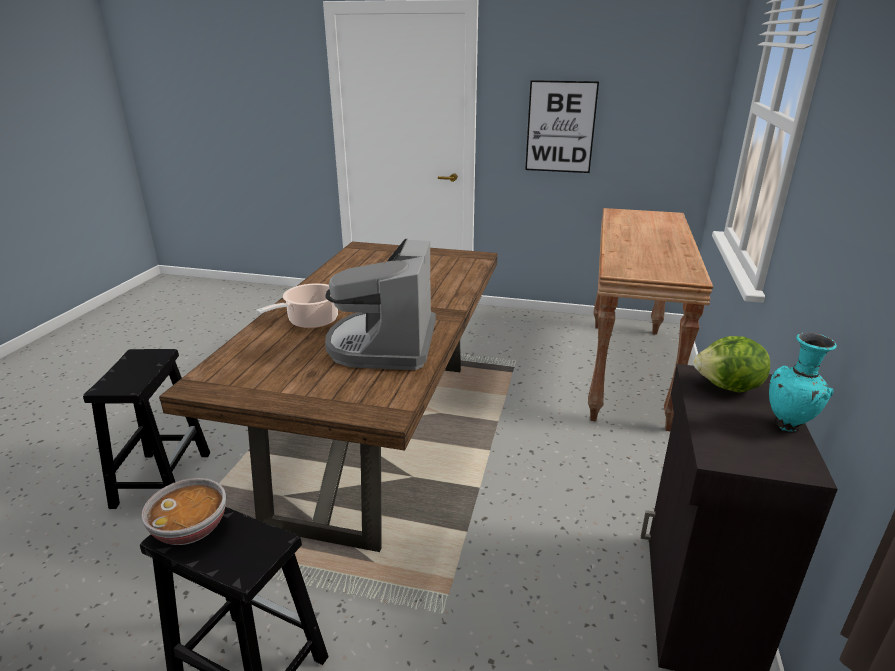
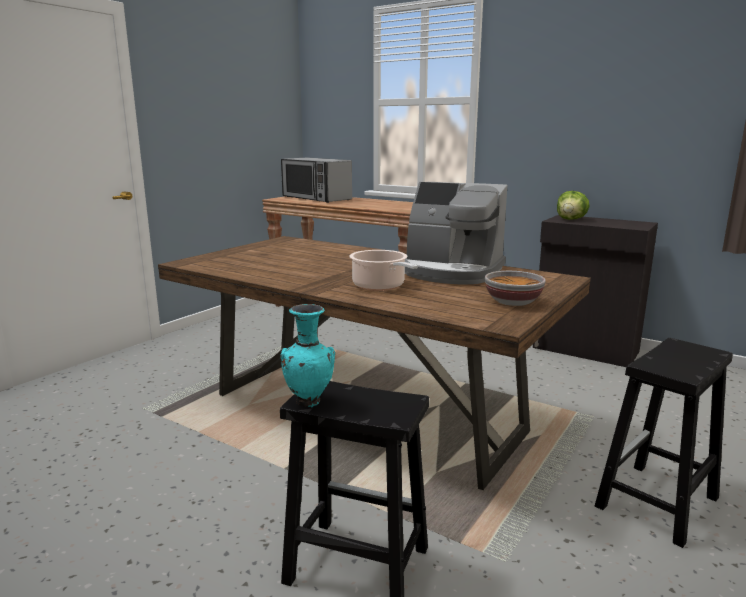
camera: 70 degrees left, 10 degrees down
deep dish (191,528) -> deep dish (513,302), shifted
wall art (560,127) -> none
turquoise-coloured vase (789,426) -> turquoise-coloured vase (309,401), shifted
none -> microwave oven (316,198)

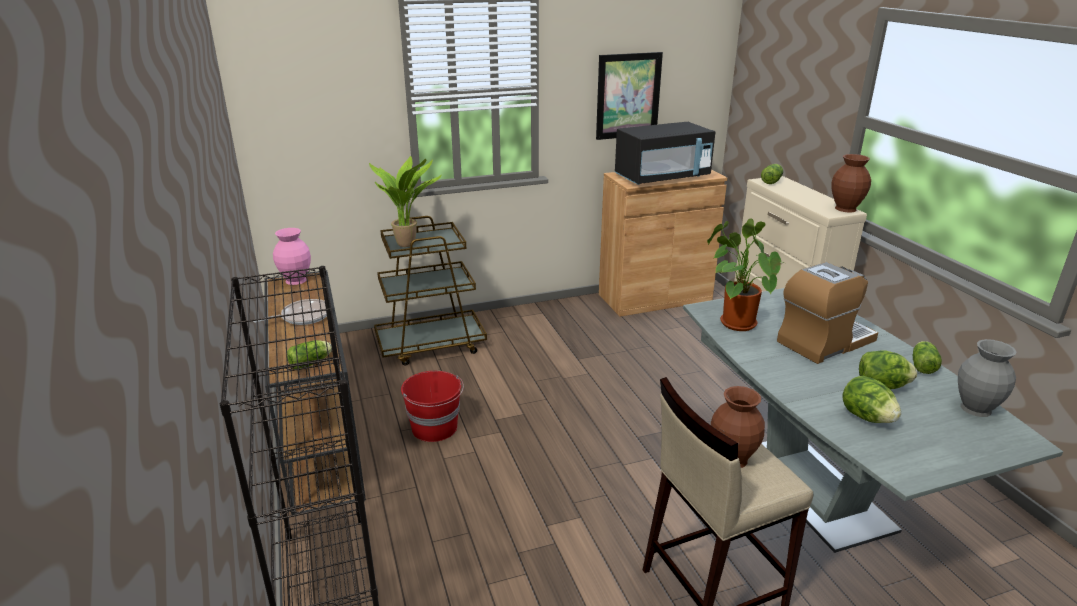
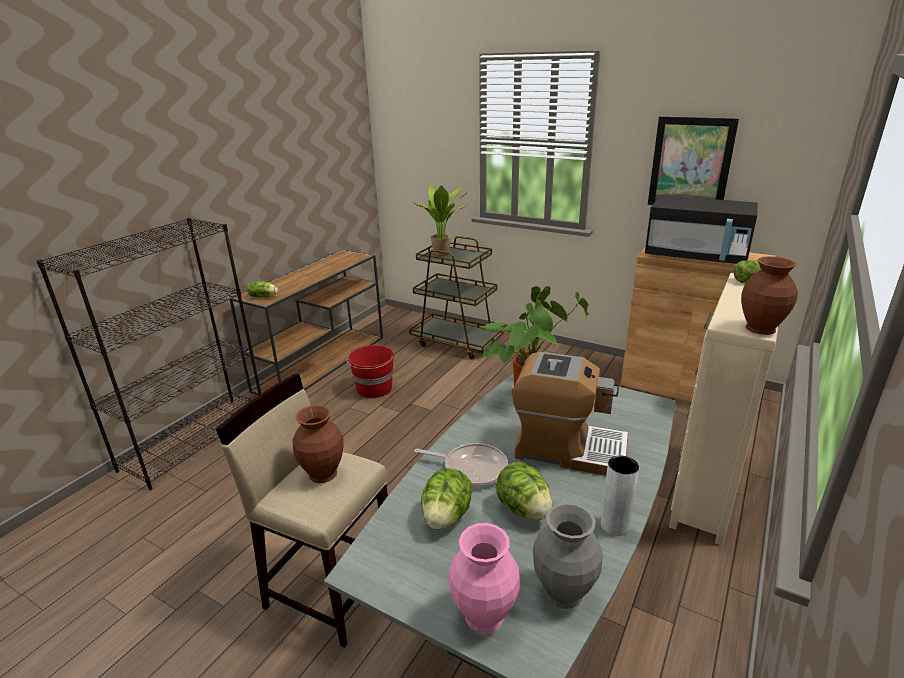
camera: 50 degrees right, 0 degrees up
pan (303,316) -> pan (471,468), shifted
pinkish vase (296,280) -> pinkish vase (485,615), shifted
lettuce head (922,365) -> greyish vase (615,525)

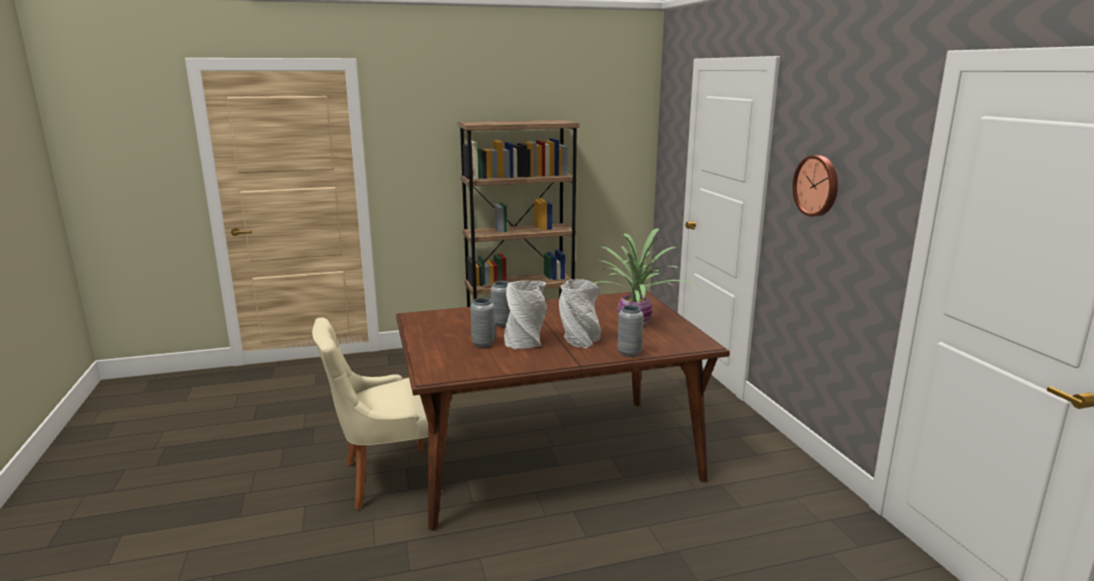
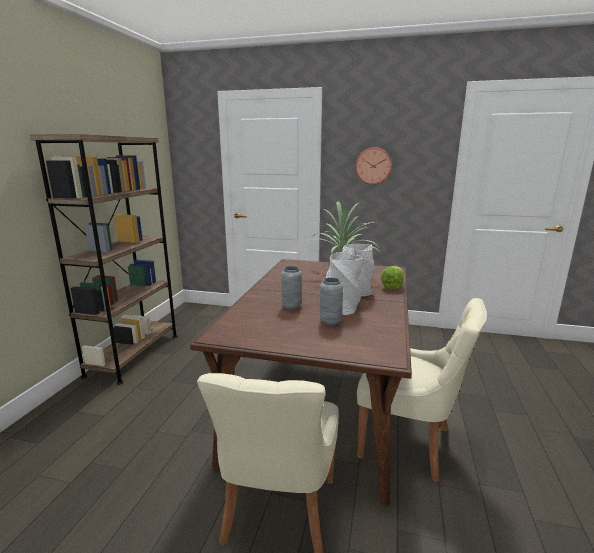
camera: 60 degrees left, 0 degrees up
greyish vase (629,353) -> lettuce head (392,286)
none -> beige chair (409,443)

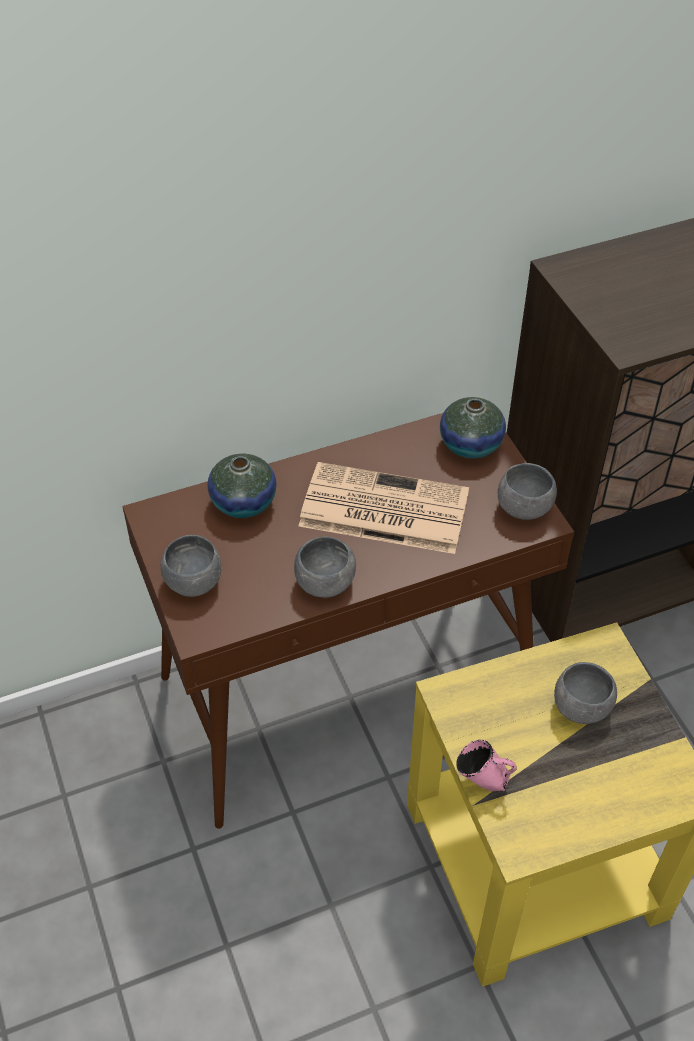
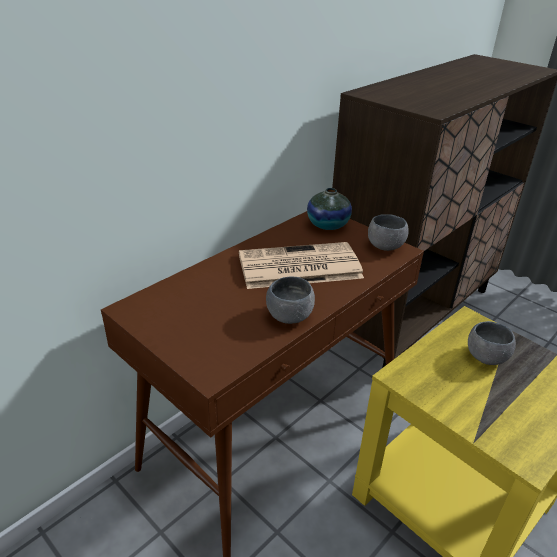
camera: 25 degrees left, 15 degrees down
greyish deep dish (193,581) -> none
vase (243,502) -> none
pinkish coffee mug (483,782) -> none

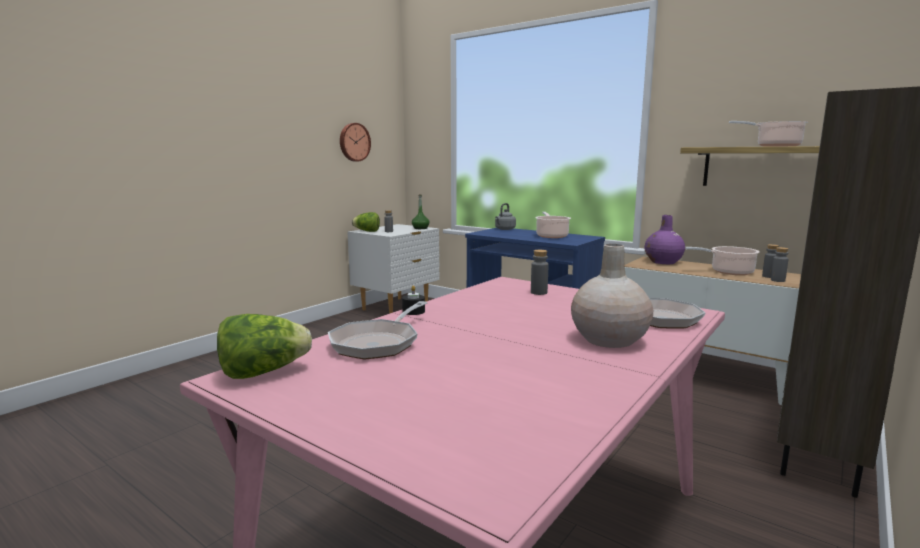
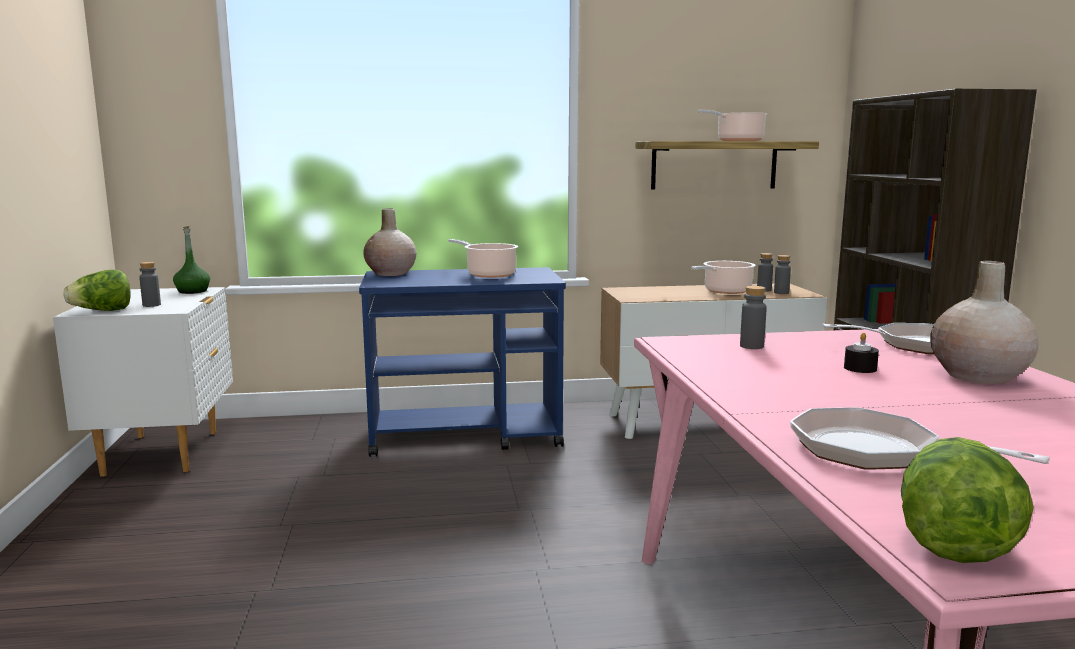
camera: 45 degrees left, 0 degrees up
pan (378,343) -> pan (875,452), 150 degrees clockwise
wall clock (354,142) -> none
black-coloured wax light (413,311) -> black-coloured wax light (860,368), shifted
greyish tea kettle (504,229) -> beige vase (391,273)
purple vase (663,262) -> none

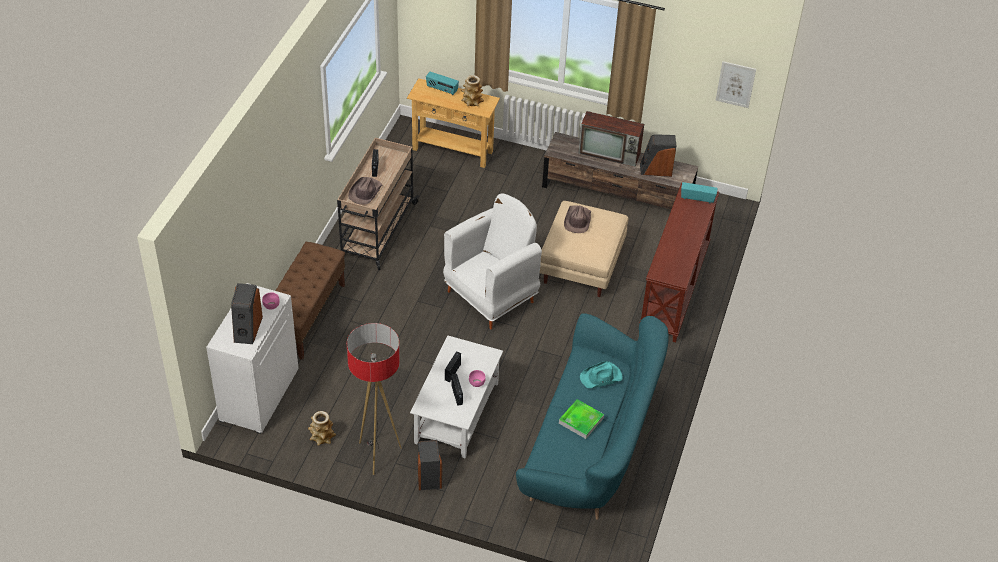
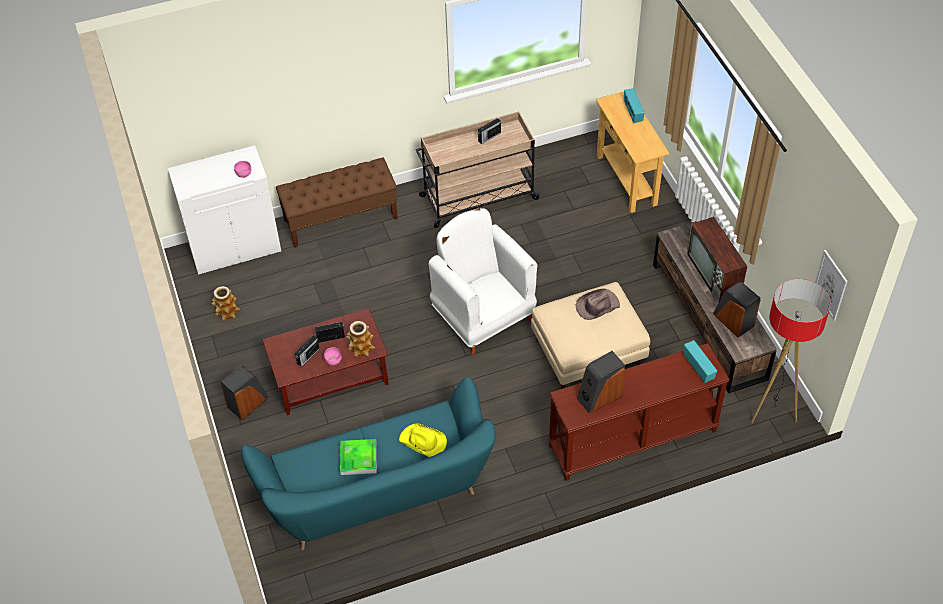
camera: 55 degrees right, 5 degrees up
audio speaker (247,329) -> audio speaker (599,396), shifted
standing lamp (378,454) -> standing lamp (772,411), shifted
brown-coloured wearable hat (365,192) -> none
white coffee table (457,413) -> brown-coloured coffee table (329,379)
white lounge chair (491,296) -> white lounge chair (483,316), 135 degrees counterclockwise
vase (472,101) -> vase (361,348), shifted
turquoise-coloured wearable hat (601,377) -> yellowish wearable hat (423,442)

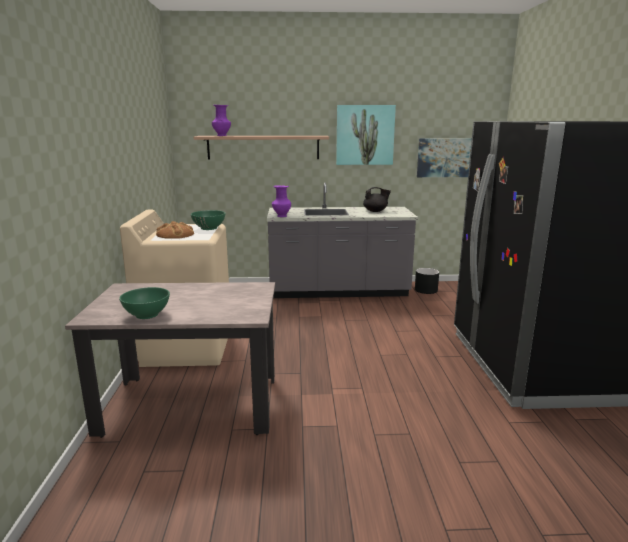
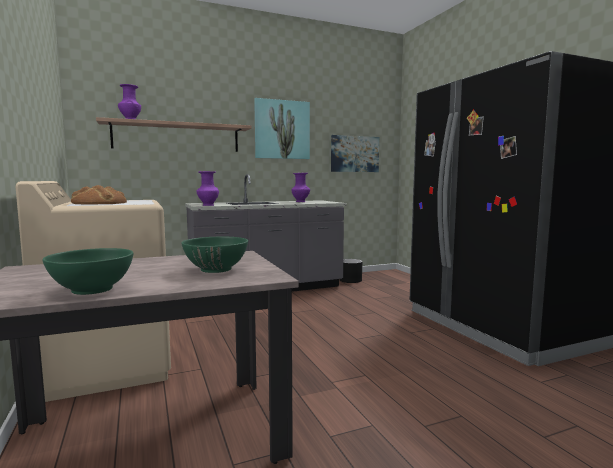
camera: 20 degrees left, 10 degrees down
green-coloured deep dish (209,228) -> green-coloured deep dish (216,269), shifted
black-coloured pot for tea (375,211) -> purple vase (301,202)

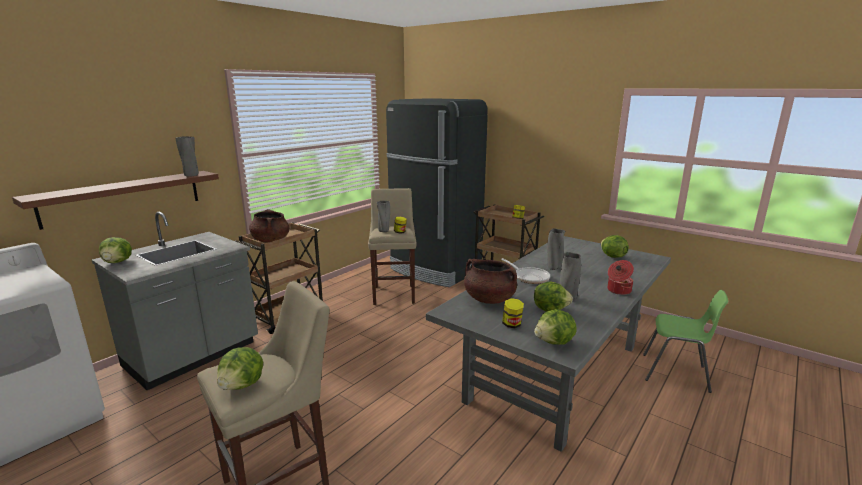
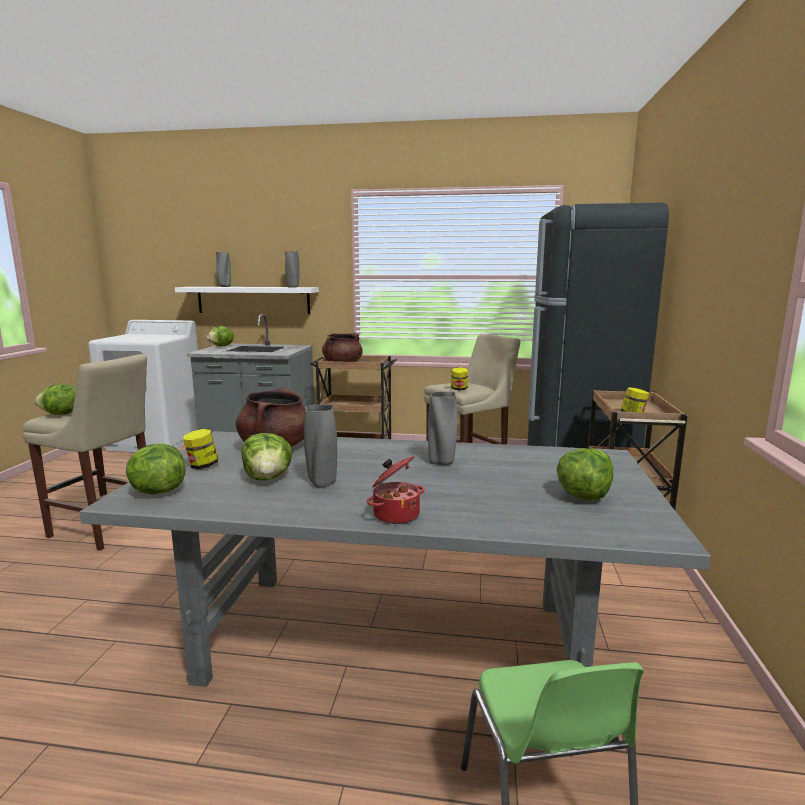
camera: 60 degrees right, 5 degrees down
brown-coloured wall shelf (124,197) -> white wall shelf (253,300)
greyish vase (384,231) -> greyish vase (224,286), shifted
pan (529,277) -> none

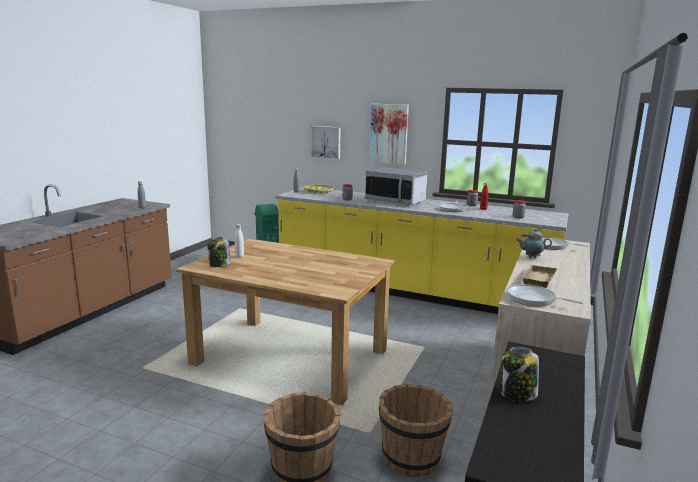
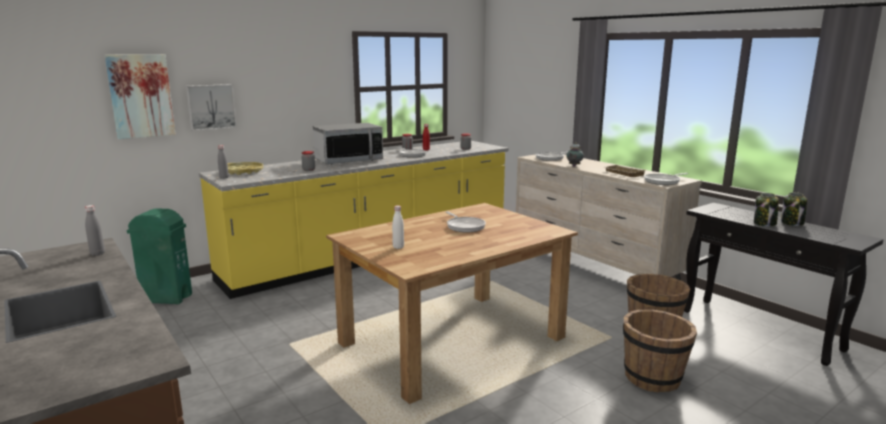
camera: 60 degrees left, 0 degrees up
jar (219,265) -> jar (792,223), shifted
wall art (389,133) -> wall art (141,96), shifted
none -> pan (464,226)

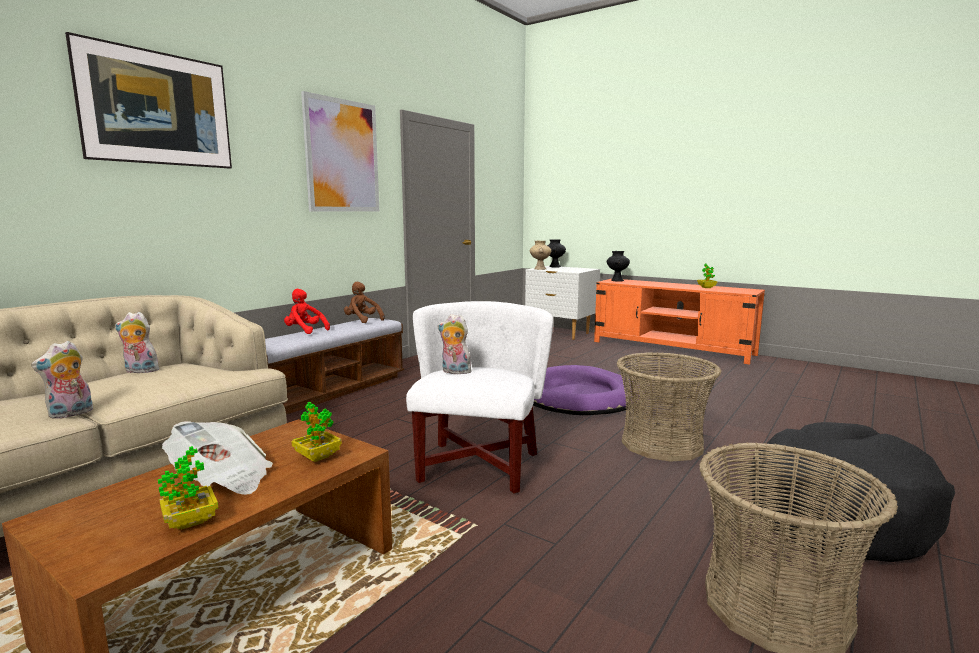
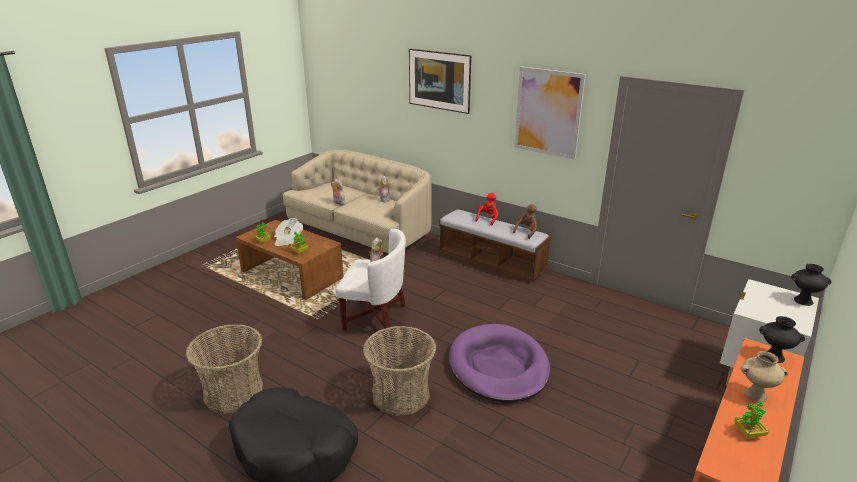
camera: 90 degrees right, 15 degrees up
beige vase (539,269) -> beige vase (755,394), shifted

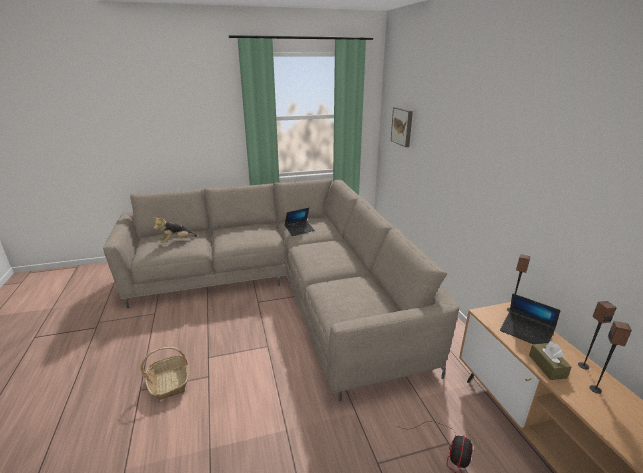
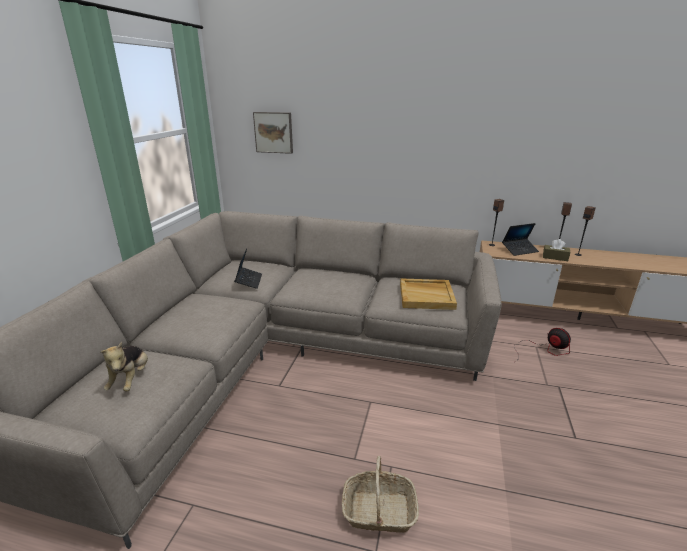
camera: 60 degrees left, 0 degrees up
none -> beige carrying tray (426,296)

